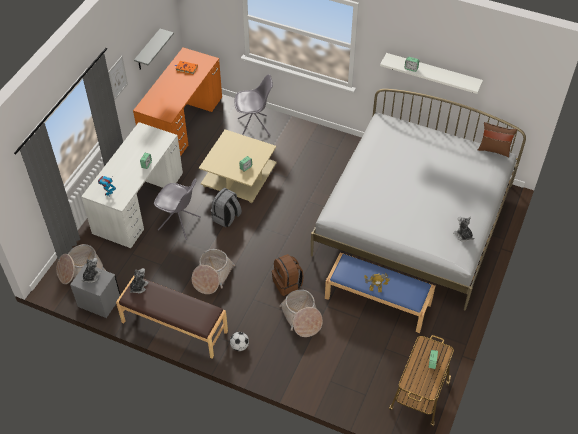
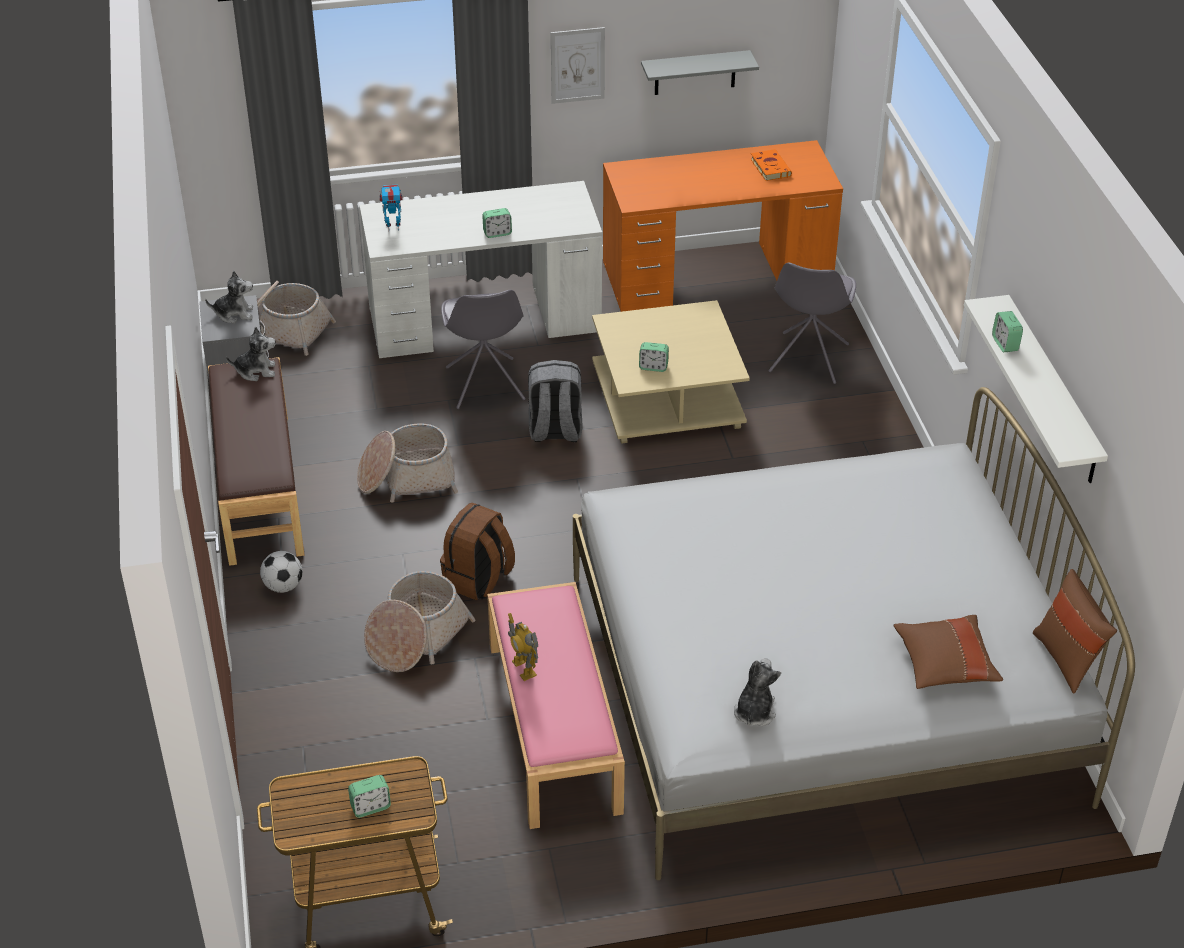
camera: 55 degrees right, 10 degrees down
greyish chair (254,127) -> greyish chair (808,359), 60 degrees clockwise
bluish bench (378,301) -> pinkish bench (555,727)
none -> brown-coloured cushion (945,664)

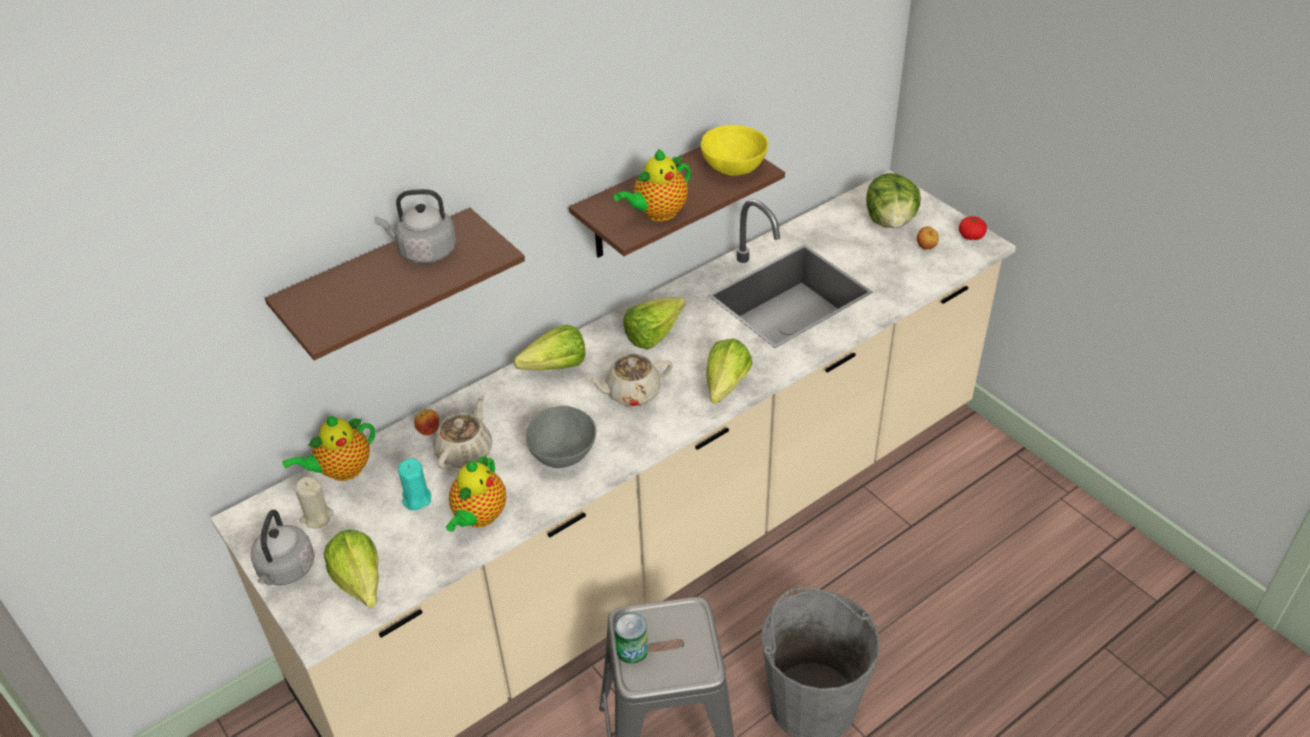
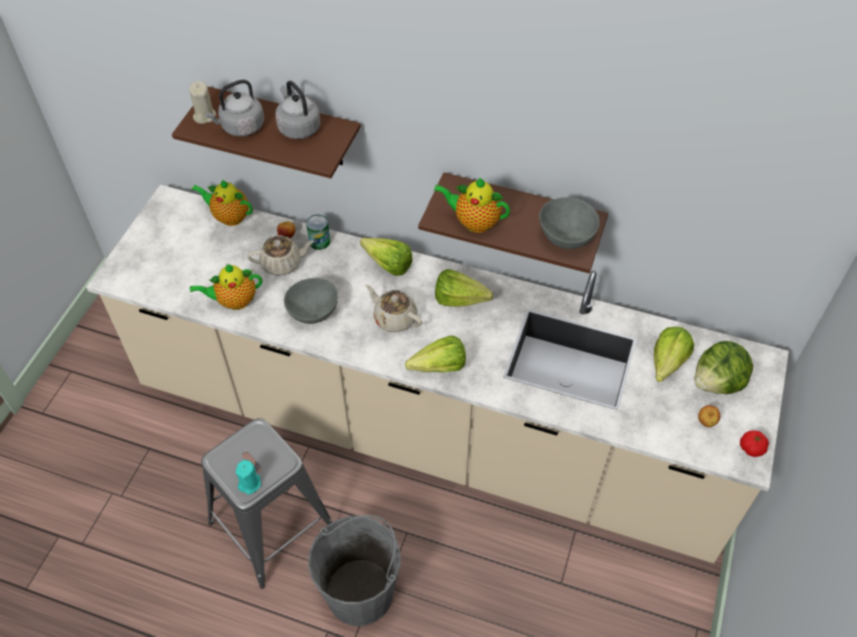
camera: 55 degrees right, 10 degrees up
greyish tea kettle (286,570) -> greyish tea kettle (240,127), shifted
beige wax light (317,517) -> beige wax light (204,116), shifted
lettuce head (361,589) -> lettuce head (664,366), shifted
turquoise-coloured wax light (416,498) -> turquoise-coloured wax light (250,483), shifted
sealed can (632,650) -> sealed can (319,241), shifted
yellowish deep dish (732,168) -> greyish deep dish (565,236)

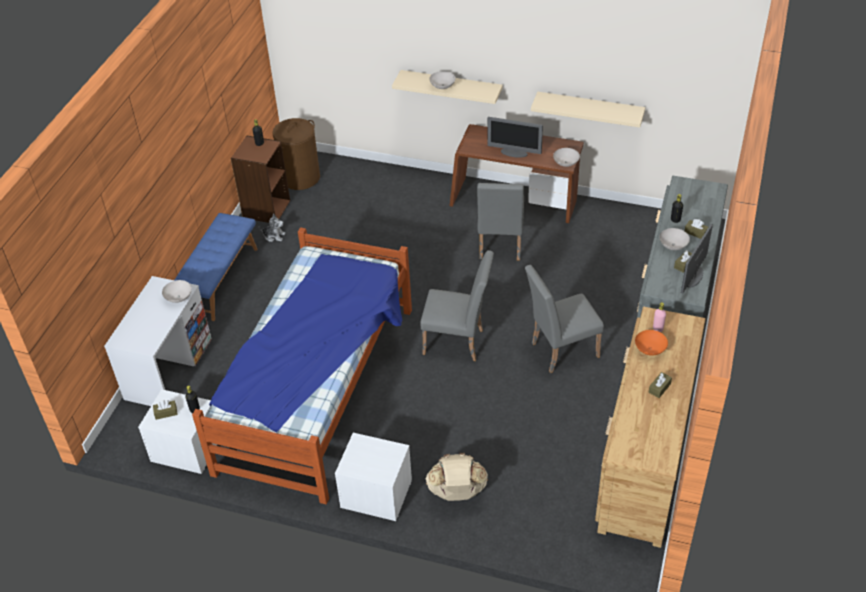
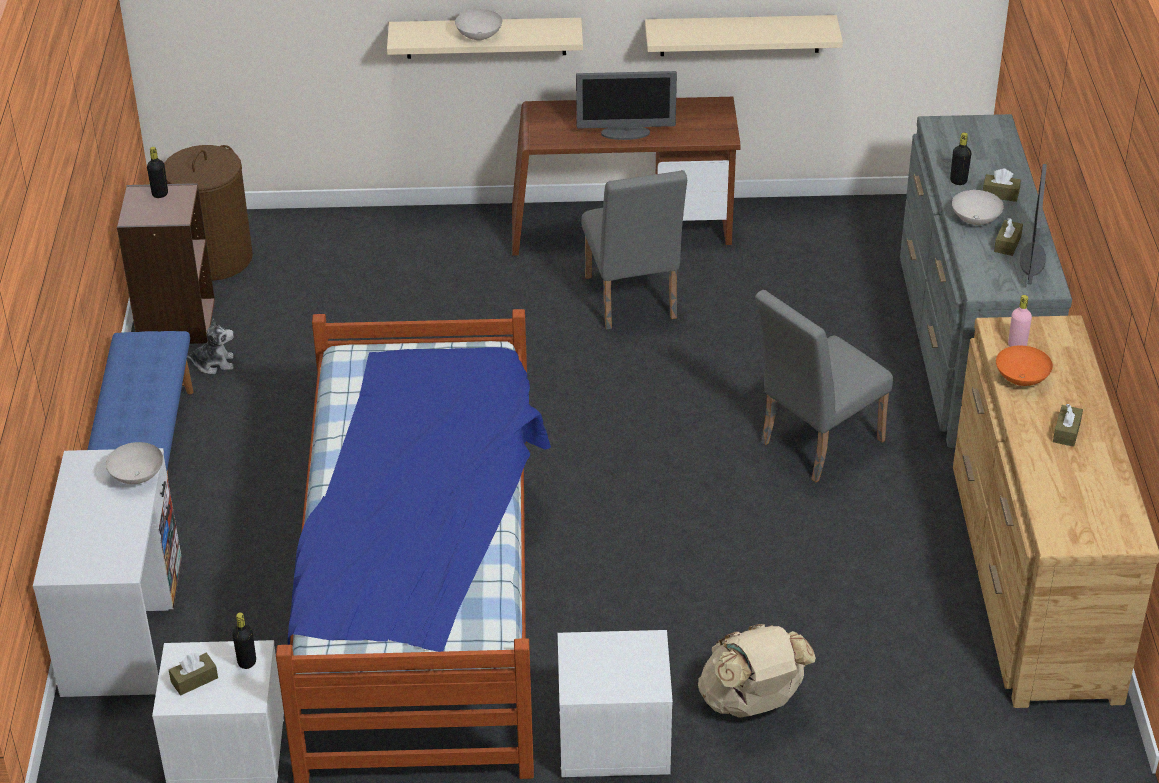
camera: 20 degrees left, 5 degrees down
greyish chair (458,343) -> none
white deep dish (565,164) -> none

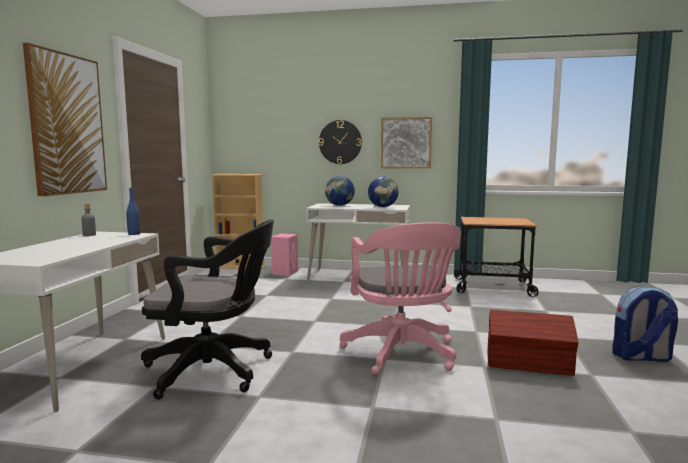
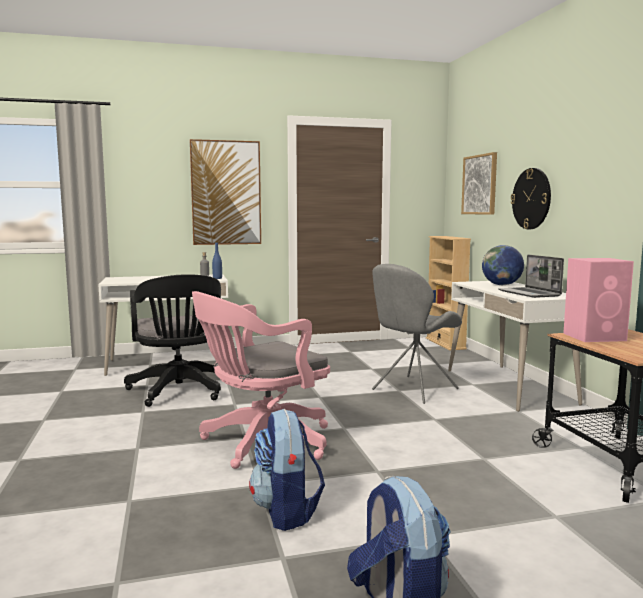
camera: 65 degrees right, 0 degrees up
pinkish audio speaker (285,272) -> pinkish audio speaker (595,337), shifted
world globe (383,207) -> laptop (530,293)
wall art (406,143) -> wall art (480,184), shifted
brown-coloured storage container (529,364) -> rucksack (286,511)
none -> greyish chair (413,390)

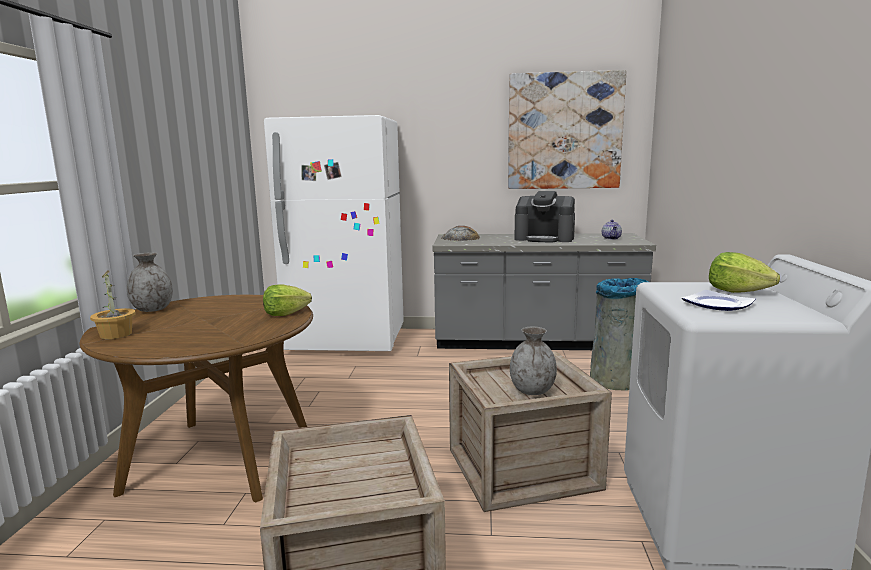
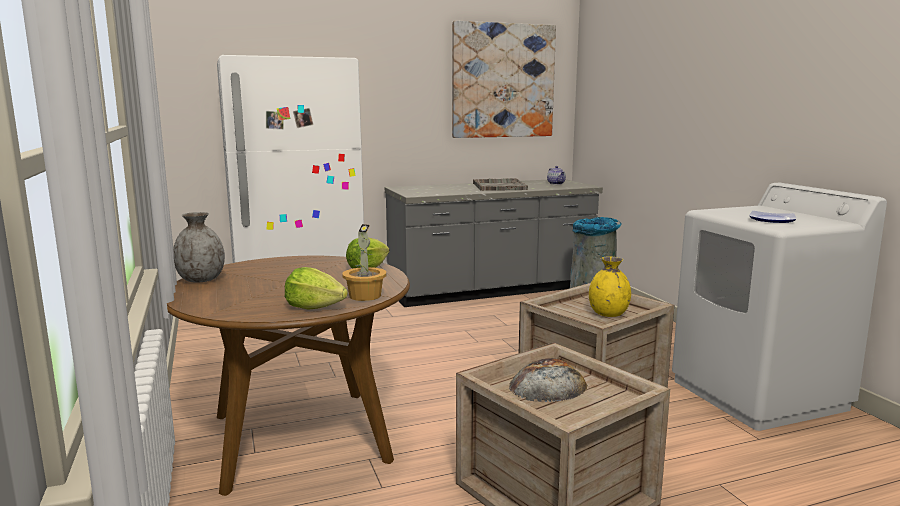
camera: 25 degrees left, 0 degrees up
plant in a pot (117,334) -> plant in a pot (365,296), shifted
baked bread (460,238) -> baked bread (548,385), shifted
greyish vase (532,391) -> yellowish vase (608,314)
coffee machine (544,238) -> greyish carrying tray (499,186)
lettuce head (737,291) -> lettuce head (314,307), shifted

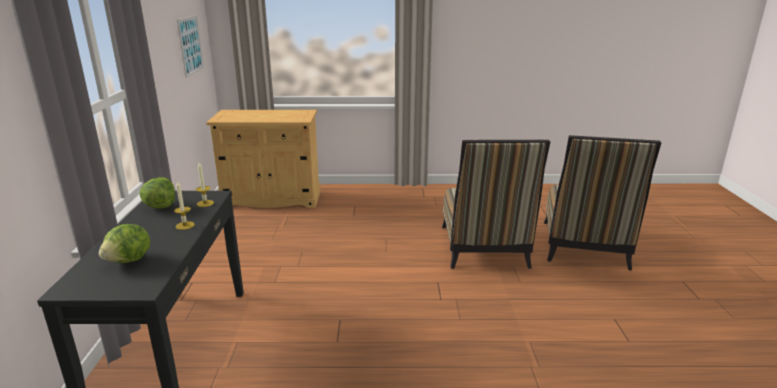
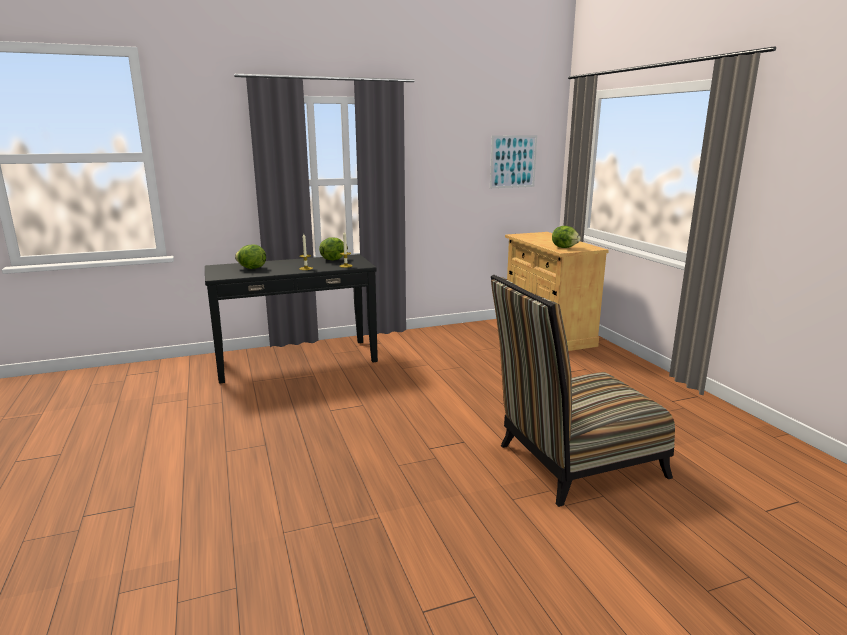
camera: 70 degrees right, 5 degrees down
chair (584,248) -> none
none -> lettuce head (565,247)

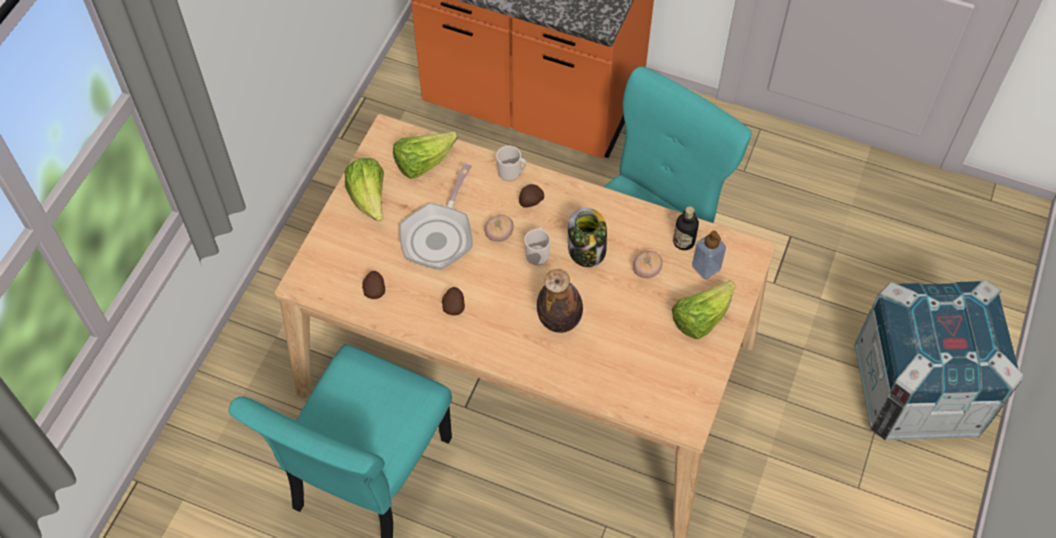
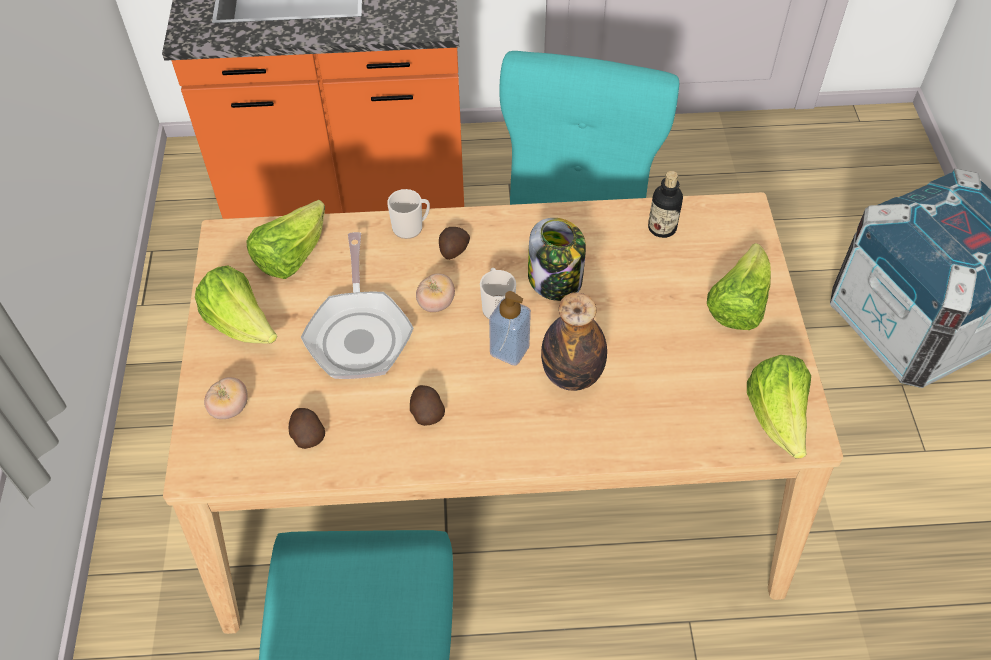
camera: 25 degrees left, 5 degrees down
whole tomato (646,271) -> whole tomato (230,408), shifted
soap bottle (706,267) -> soap bottle (509,350), shifted
none -> lettuce head (777,417)

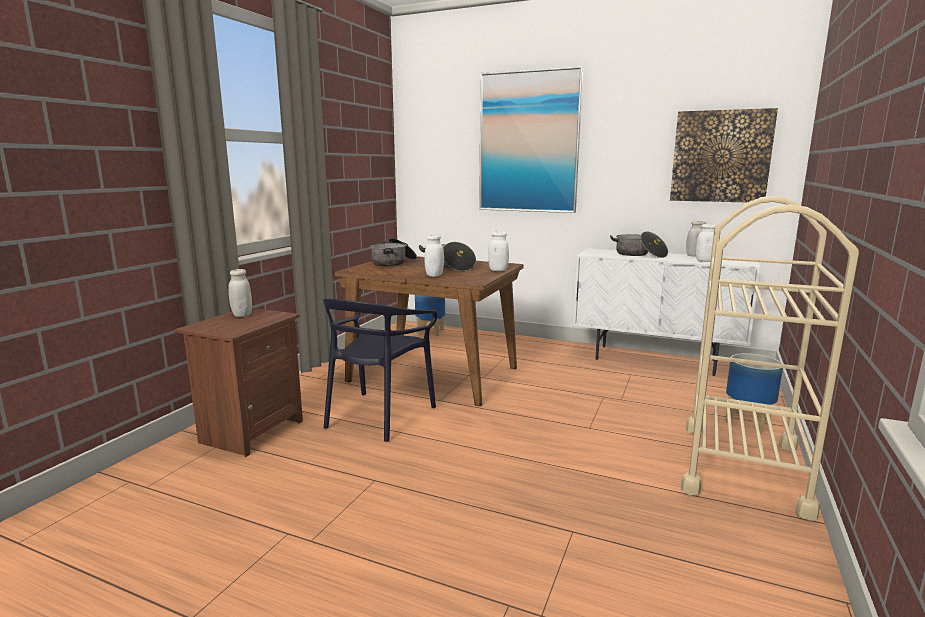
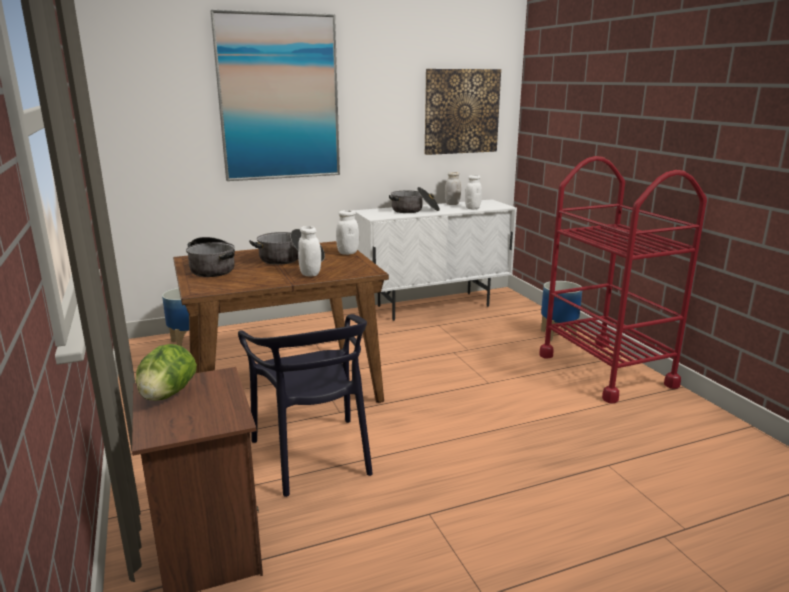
camera: 45 degrees left, 5 degrees up
white jar (242,315) -> lettuce head (167,395)
beige trolley (743,467) -> reddish trolley (605,370)

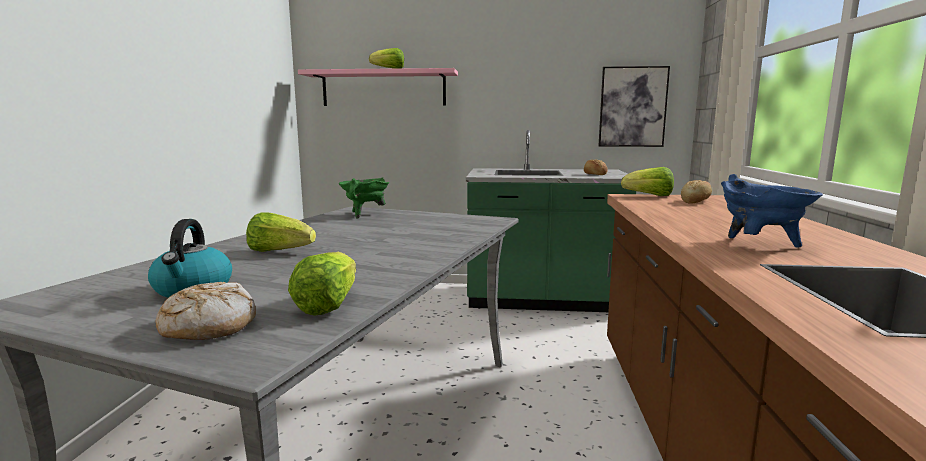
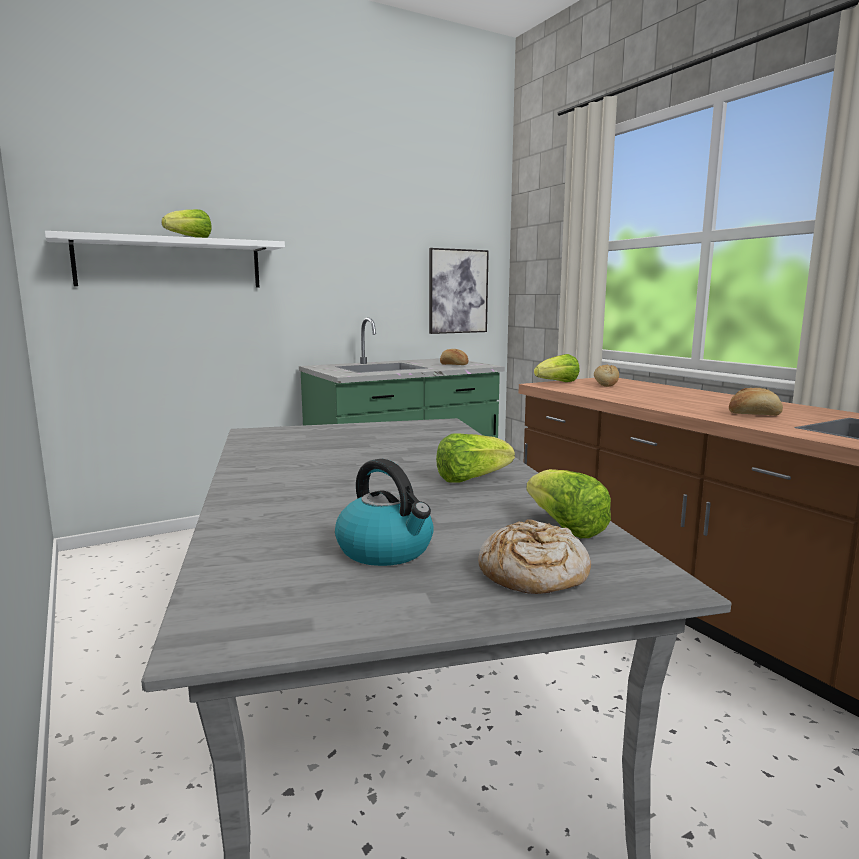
camera: 35 degrees left, 0 degrees up
lettuce head (279,251) -> lettuce head (471,479), shifted
pinkish wall shelf (383,88) -> white wall shelf (170,263)
green-coloured cooking pot (364,214) -> none
bluish cooking pot (760,245) -> baked bread (753,414)

